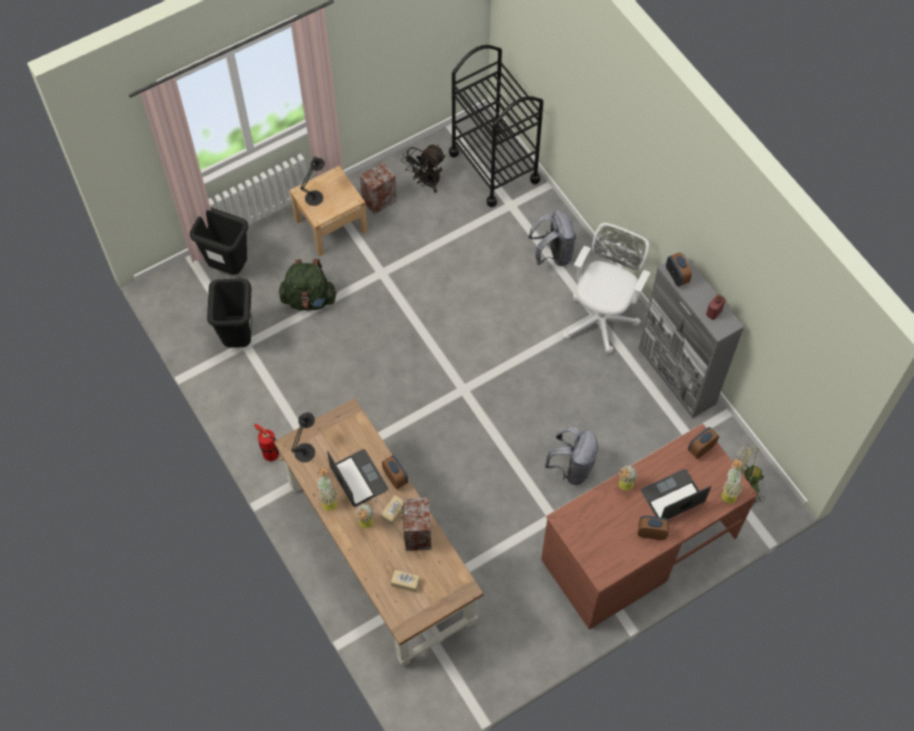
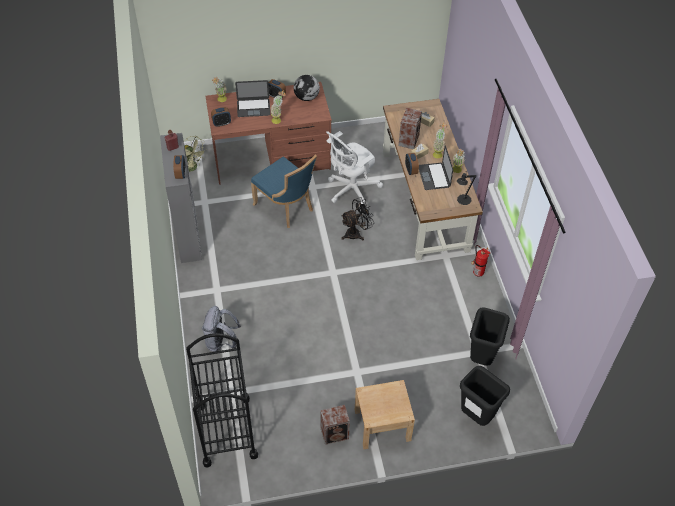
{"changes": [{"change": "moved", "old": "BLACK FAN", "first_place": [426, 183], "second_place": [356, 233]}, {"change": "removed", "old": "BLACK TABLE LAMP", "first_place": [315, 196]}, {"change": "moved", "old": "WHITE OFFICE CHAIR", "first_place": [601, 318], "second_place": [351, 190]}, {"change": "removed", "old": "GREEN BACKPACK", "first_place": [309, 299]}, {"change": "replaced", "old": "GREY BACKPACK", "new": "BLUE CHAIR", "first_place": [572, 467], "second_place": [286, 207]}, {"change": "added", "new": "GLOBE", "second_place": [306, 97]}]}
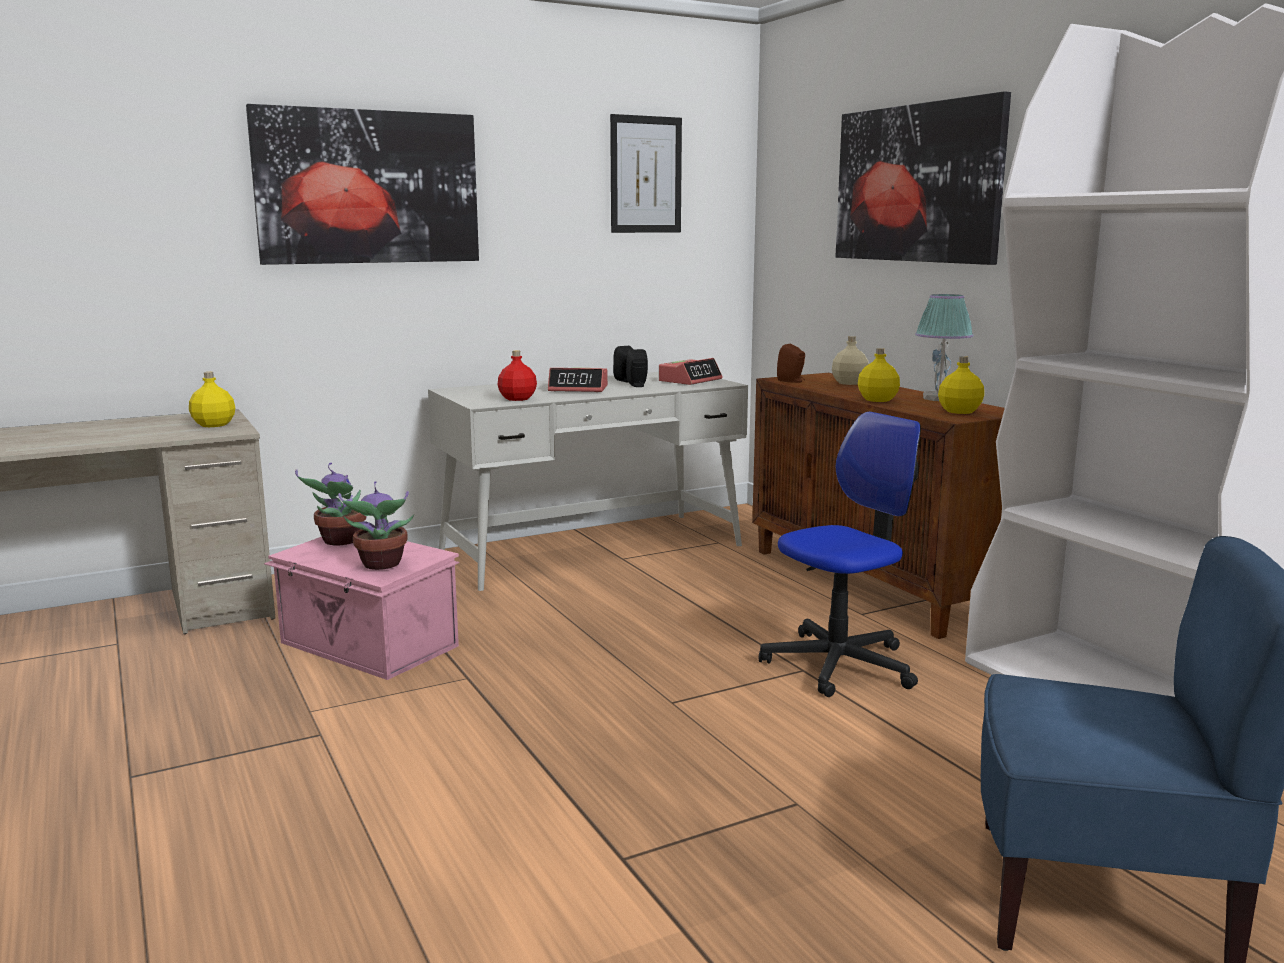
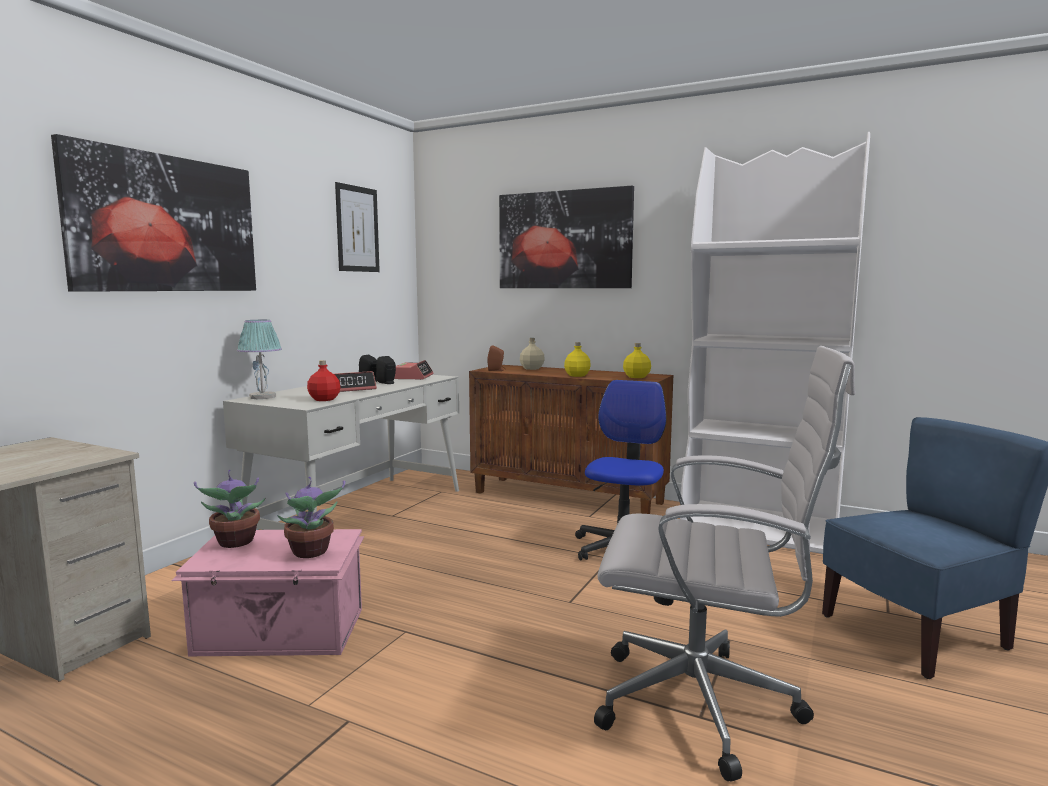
{"changes": [{"change": "moved", "old": "TABLE LAMP", "first_place": [939, 398], "second_place": [262, 397]}, {"change": "removed", "old": "YELLOW BOTTLE", "first_place": [214, 425]}, {"change": "added", "new": "WHITE OFFICE CHAIR", "second_place": [706, 706]}]}
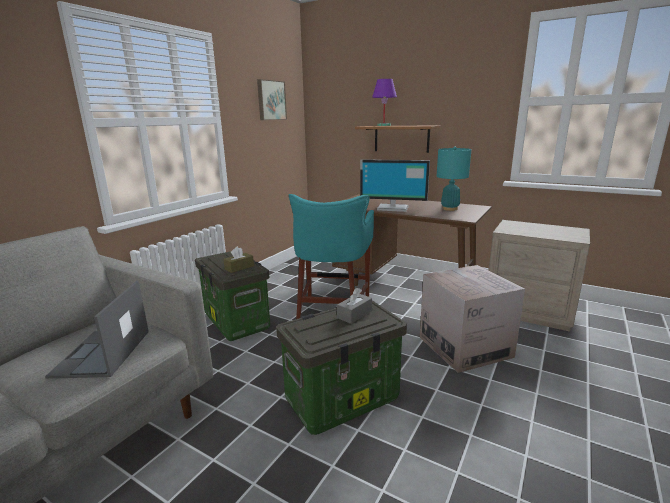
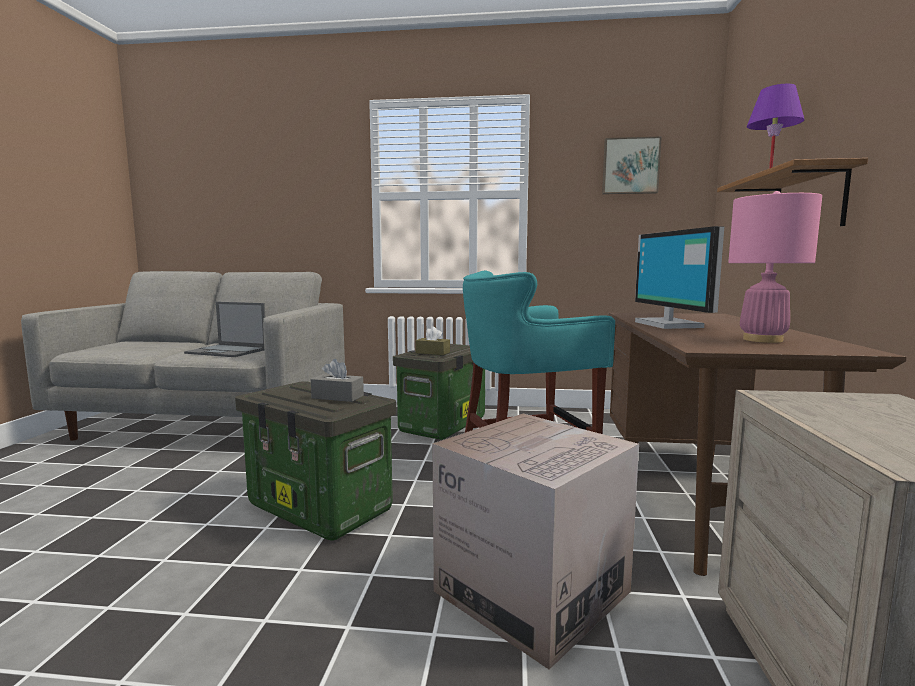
{"changes": [{"change": "recoloured", "old": "TURQUOISE TABLE LAMP", "new": "PINK TABLE LAMP", "first_place": [449, 209], "second_place": [762, 340]}, {"change": "turned", "old": "LAPTOP", "first_place": [102, 354], "second_place": [228, 351], "degrees": -135}]}
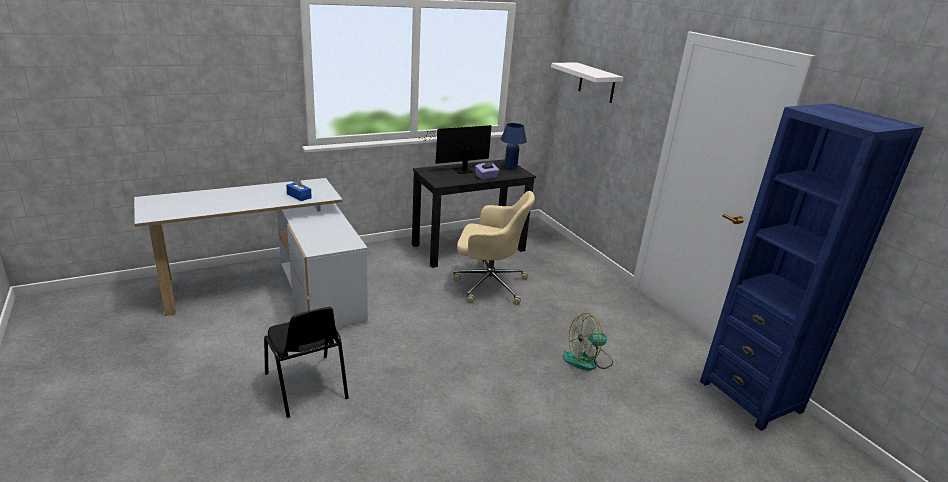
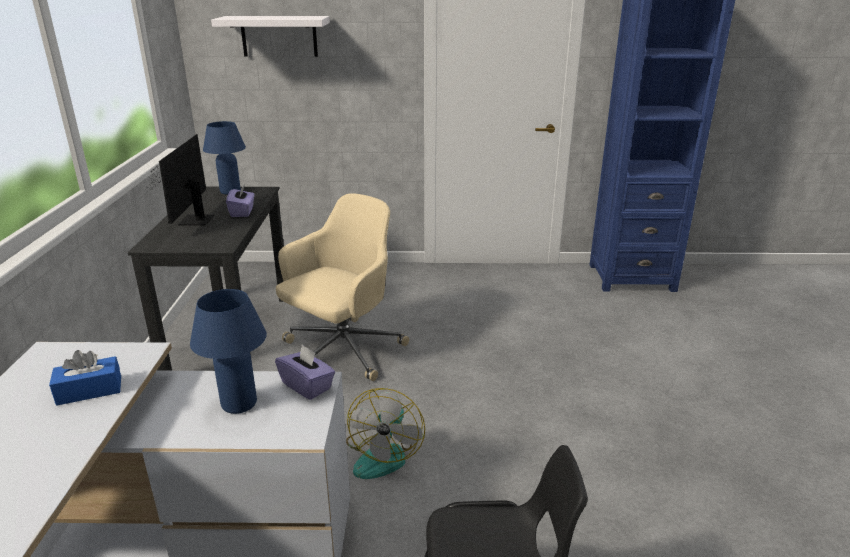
{"changes": [{"change": "moved", "old": "FAN", "first_place": [588, 360], "second_place": [384, 454]}, {"change": "added", "new": "BLUE TABLE LAMP", "second_place": [239, 404]}, {"change": "added", "new": "PURPLE TISSUE BOX", "second_place": [307, 386]}]}
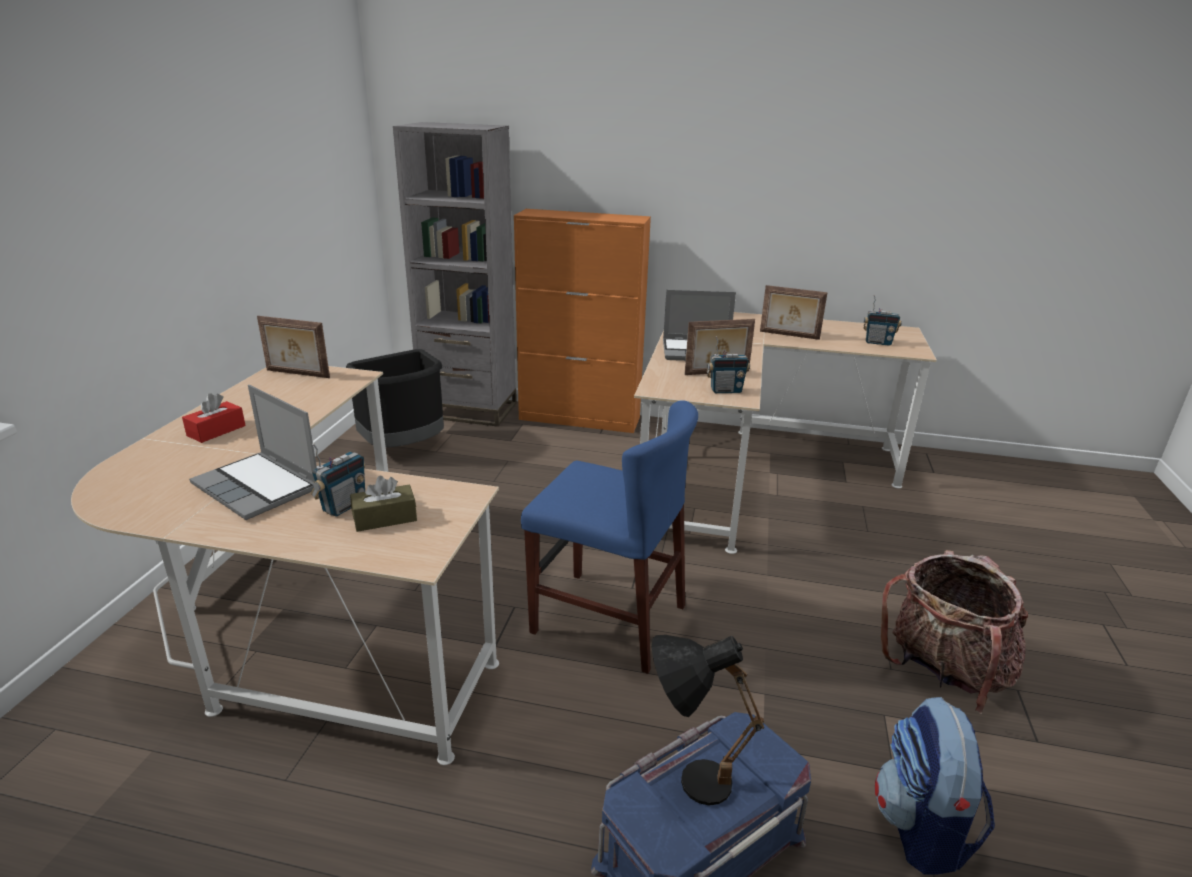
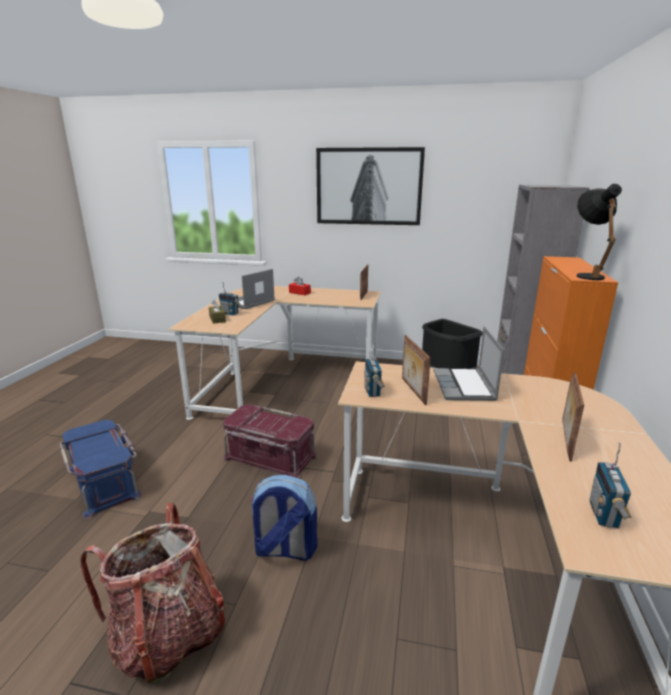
{"changes": [{"change": "replaced", "old": "BLUE CHAIR", "new": "RED STORAGE BOX", "first_place": [608, 619], "second_place": [269, 457]}, {"change": "moved", "old": "BLACK TABLE LAMP", "first_place": [686, 778], "second_place": [587, 275]}, {"change": "moved", "old": "BACKPACK", "first_place": [921, 828], "second_place": [284, 550]}, {"change": "added", "new": "PICTURE", "second_place": [369, 186]}]}
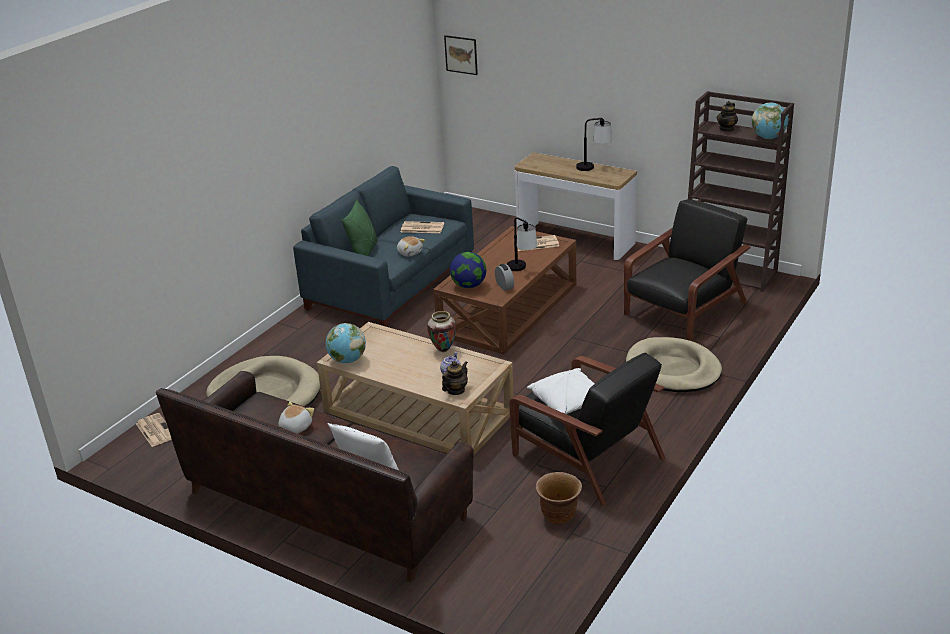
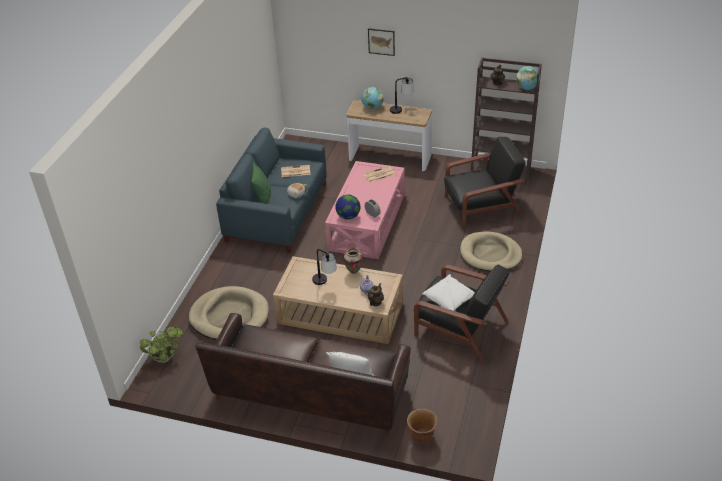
{"changes": [{"change": "moved", "old": "PICTURE", "first_place": [461, 54], "second_place": [381, 41]}, {"change": "turned", "old": "BLACK ARMCHAIR", "first_place": [684, 310], "second_place": [481, 206], "degrees": 45}, {"change": "moved", "old": "TABLE LAMP", "first_place": [522, 270], "second_place": [325, 283]}, {"change": "recoloured", "old": "BROWN COFFEE TABLE", "new": "PINK COFFEE TABLE", "first_place": [508, 309], "second_place": [366, 222]}, {"change": "moved", "old": "GLOBE", "first_place": [347, 360], "second_place": [372, 107]}, {"change": "removed", "old": "PLUSH TOY", "first_place": [295, 427]}, {"change": "replaced", "old": "NEWSPAPER", "new": "POTTED PLANT", "first_place": [155, 430], "second_place": [165, 357]}, {"change": "moved", "old": "BROWN PLANTER", "first_place": [558, 515], "second_place": [421, 436]}]}
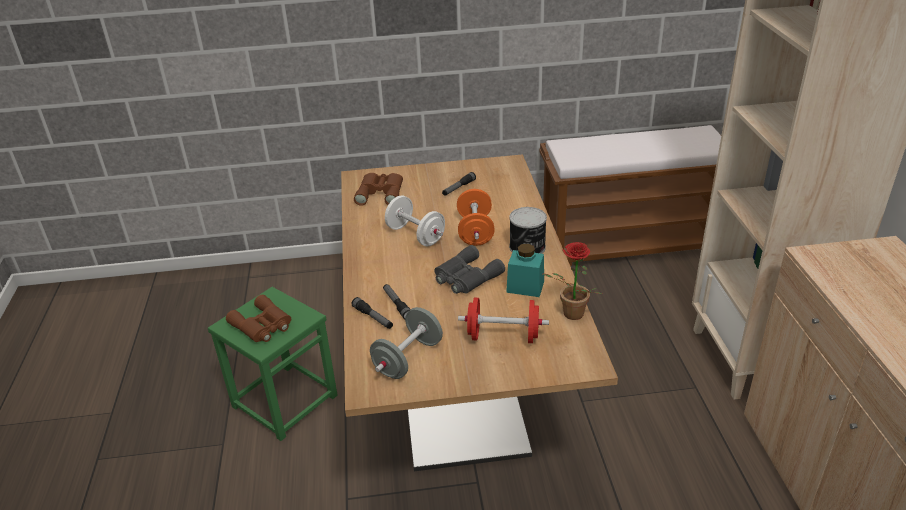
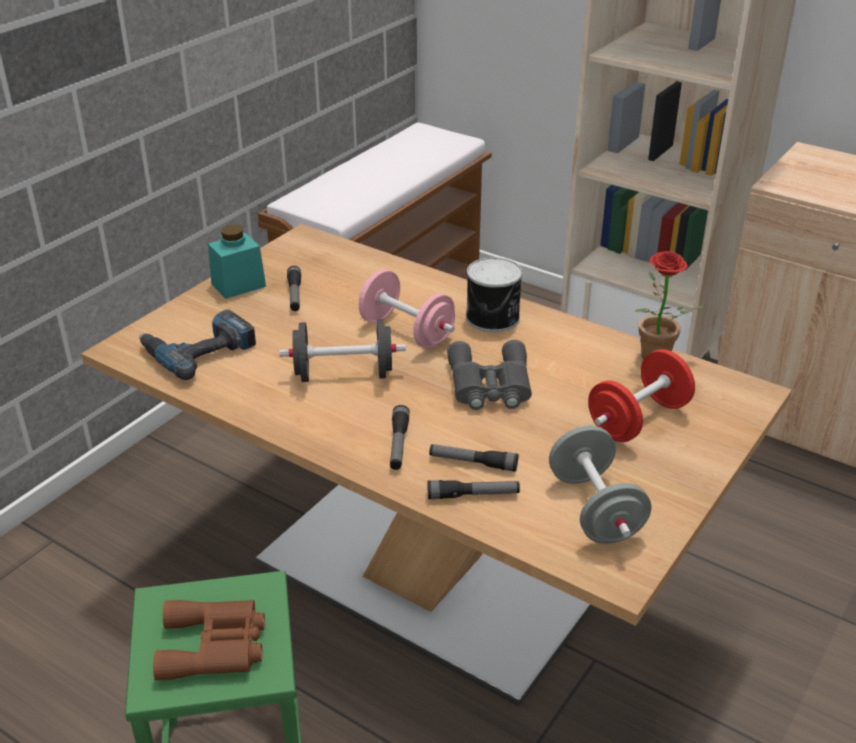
{"changes": [{"change": "replaced", "old": "BROWN BINOCULARS", "new": "POWER DRILL", "first_place": [381, 192], "second_place": [198, 350]}, {"change": "recoloured", "old": "ORANGE DUMBBELL", "new": "PINK DUMBBELL", "first_place": [475, 231], "second_place": [407, 332]}, {"change": "recoloured", "old": "WHITE DUMBBELL", "new": "BLACK DUMBBELL", "first_place": [415, 235], "second_place": [344, 374]}, {"change": "moved", "old": "TURQUOISE JAR", "first_place": [525, 286], "second_place": [238, 285]}, {"change": "added", "new": "FLASHLIGHT", "second_place": [398, 444]}]}
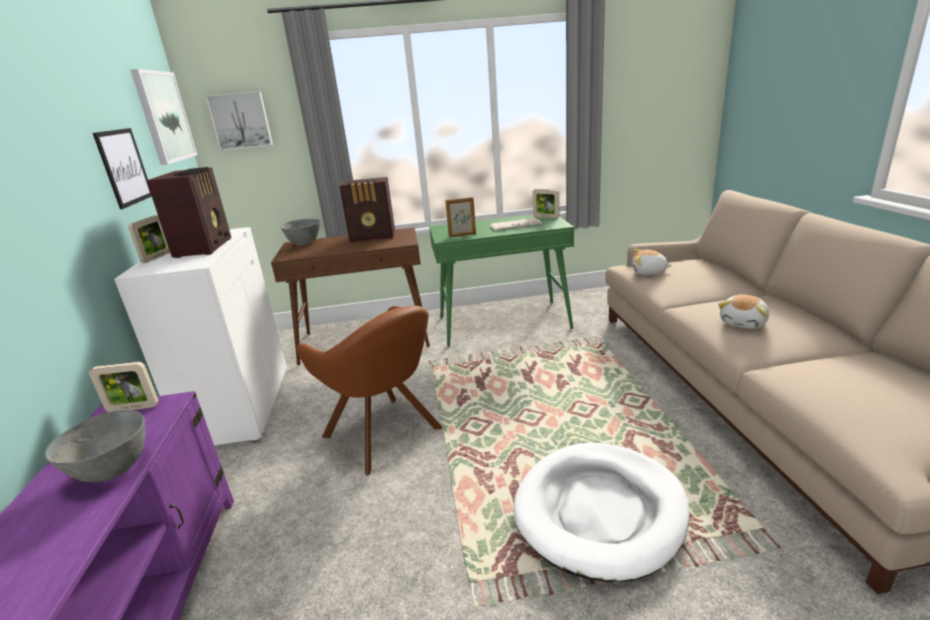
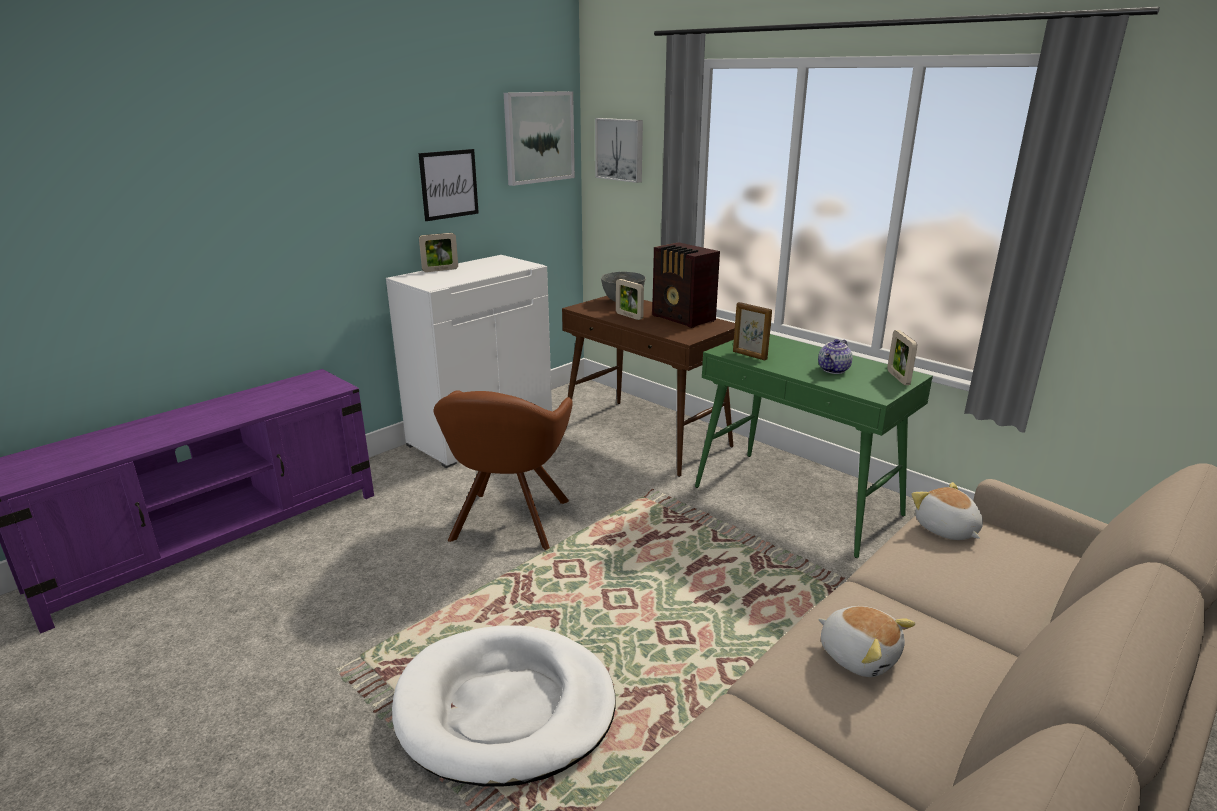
{"changes": [{"change": "removed", "old": "RADIO", "first_place": [205, 247]}, {"change": "replaced", "old": "NEWSPAPER", "new": "TEAPOT", "first_place": [515, 225], "second_place": [834, 370]}, {"change": "turned", "old": "PLUSH TOY", "first_place": [744, 323], "second_place": [859, 655], "degrees": -135}, {"change": "moved", "old": "PICTURE FRAME", "first_place": [133, 408], "second_place": [629, 316]}, {"change": "removed", "old": "GREY BOWL", "first_place": [113, 470]}]}
